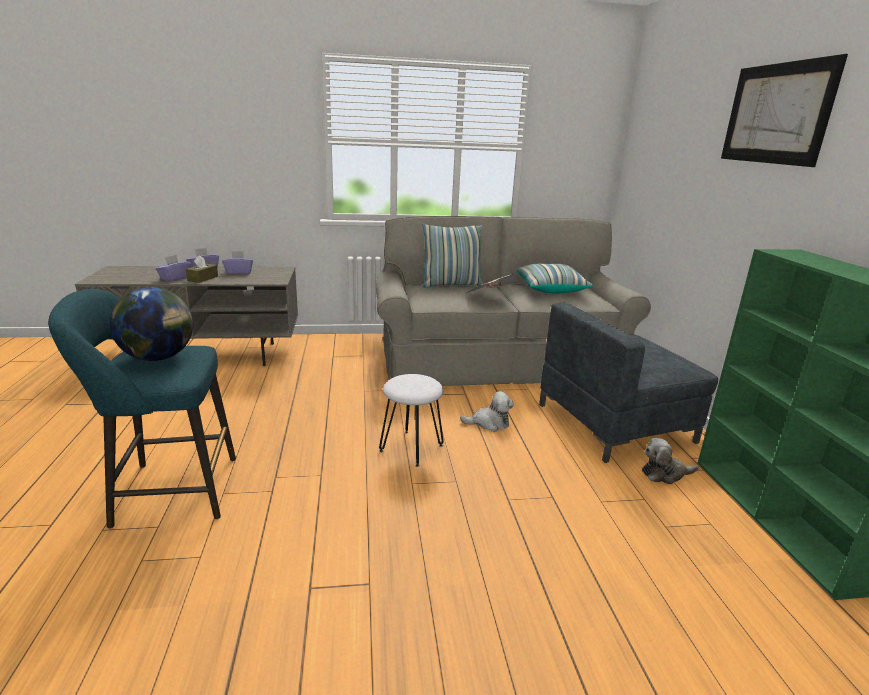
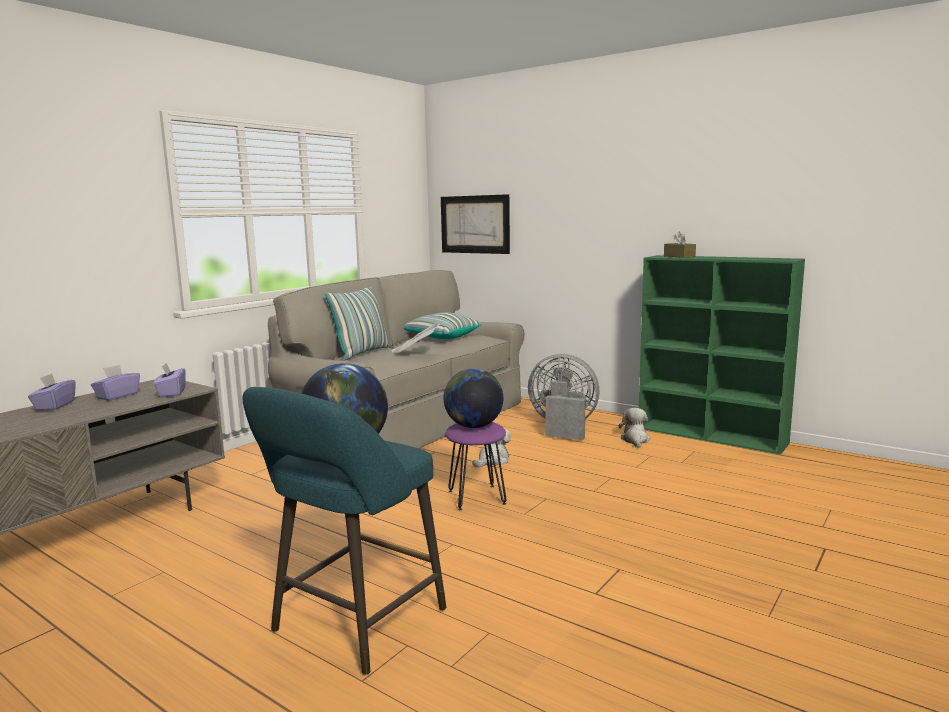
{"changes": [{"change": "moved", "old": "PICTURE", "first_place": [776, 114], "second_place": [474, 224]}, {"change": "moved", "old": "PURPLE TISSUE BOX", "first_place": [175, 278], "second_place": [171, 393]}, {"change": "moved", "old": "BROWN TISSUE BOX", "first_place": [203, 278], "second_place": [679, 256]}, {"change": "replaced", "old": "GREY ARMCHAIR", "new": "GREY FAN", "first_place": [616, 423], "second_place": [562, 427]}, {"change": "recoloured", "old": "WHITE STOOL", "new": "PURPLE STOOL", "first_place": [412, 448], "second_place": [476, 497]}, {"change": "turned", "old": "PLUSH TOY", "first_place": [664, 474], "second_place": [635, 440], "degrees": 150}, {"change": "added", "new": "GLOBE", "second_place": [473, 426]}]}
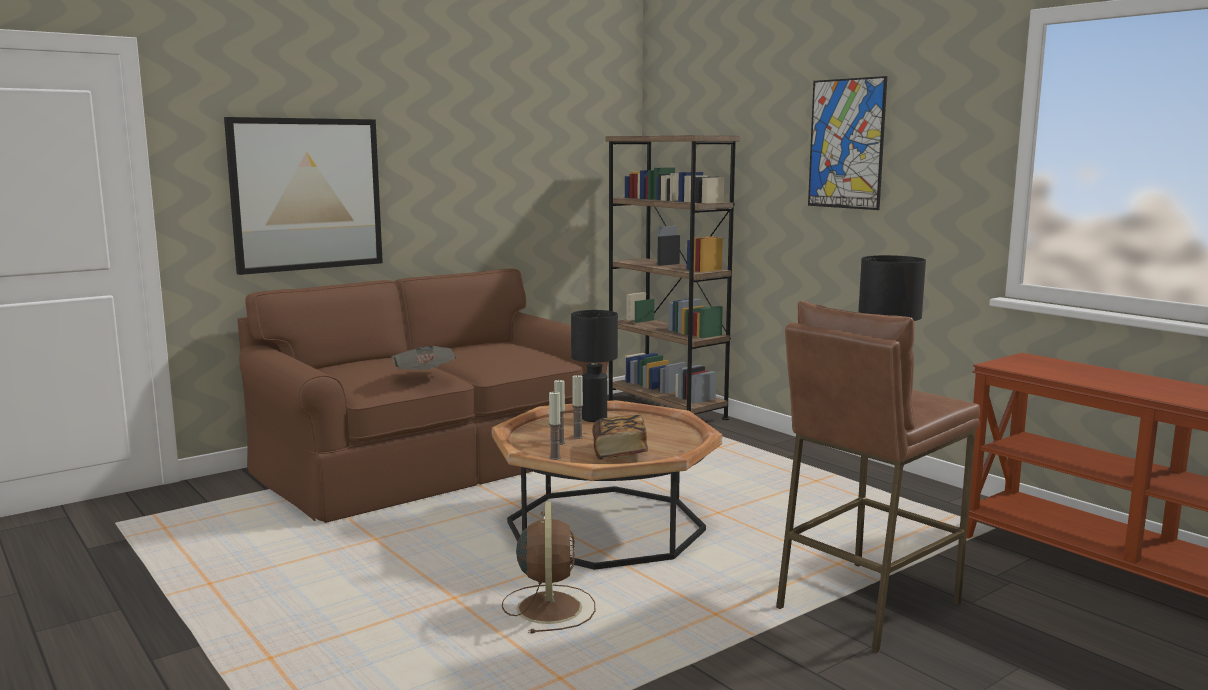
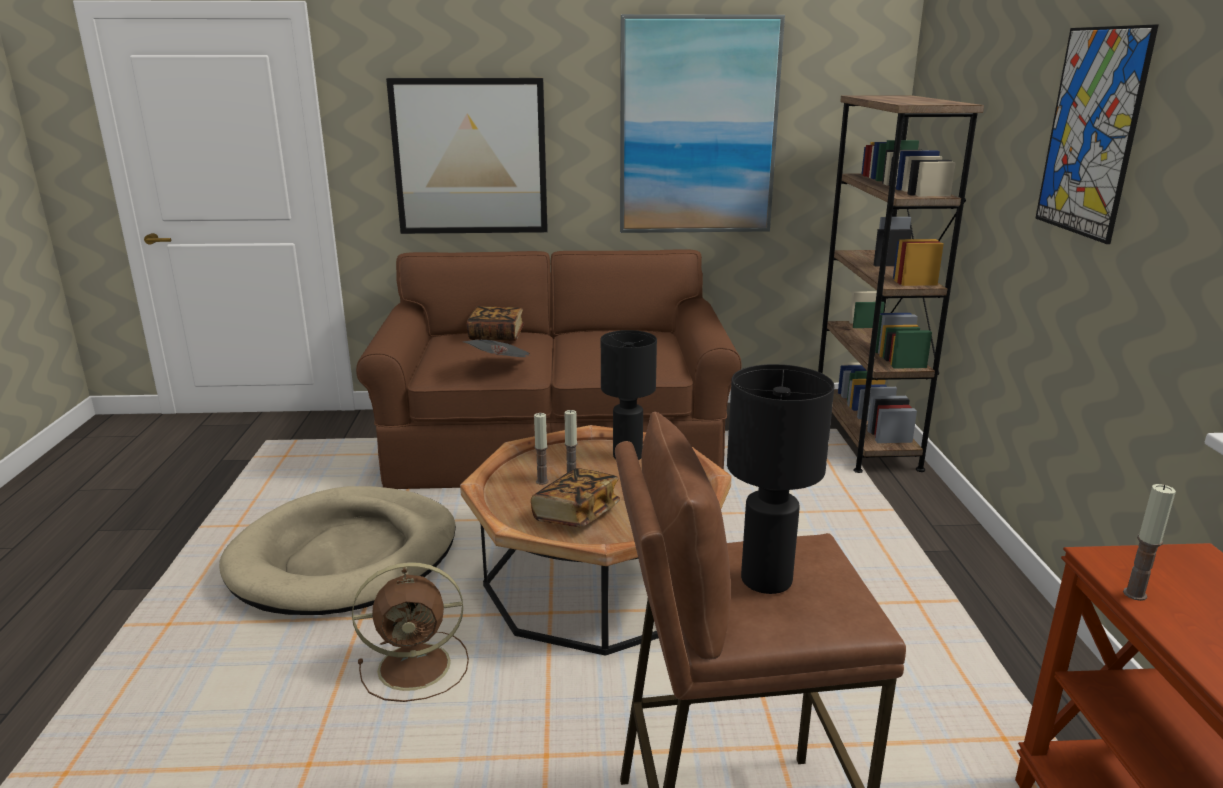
{"changes": [{"change": "moved", "old": "CANDLE", "first_place": [555, 457], "second_place": [1134, 594]}, {"change": "turned", "old": "BROWN FAN", "first_place": [549, 607], "second_place": [418, 666], "degrees": 45}, {"change": "added", "new": "PICTURE", "second_place": [698, 127]}, {"change": "added", "new": "BOOK", "second_place": [496, 336]}, {"change": "added", "new": "BEIGE DOG BED", "second_place": [345, 557]}]}
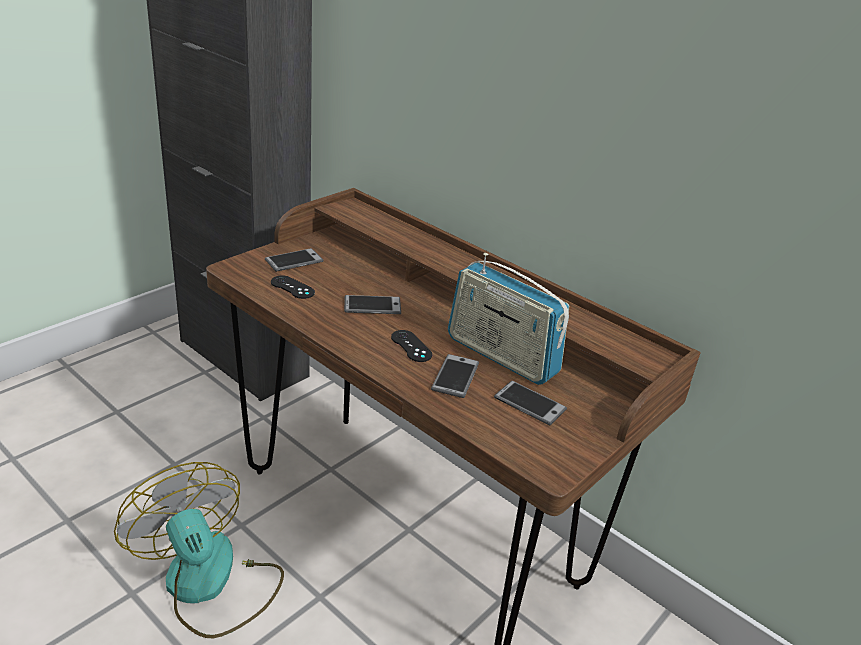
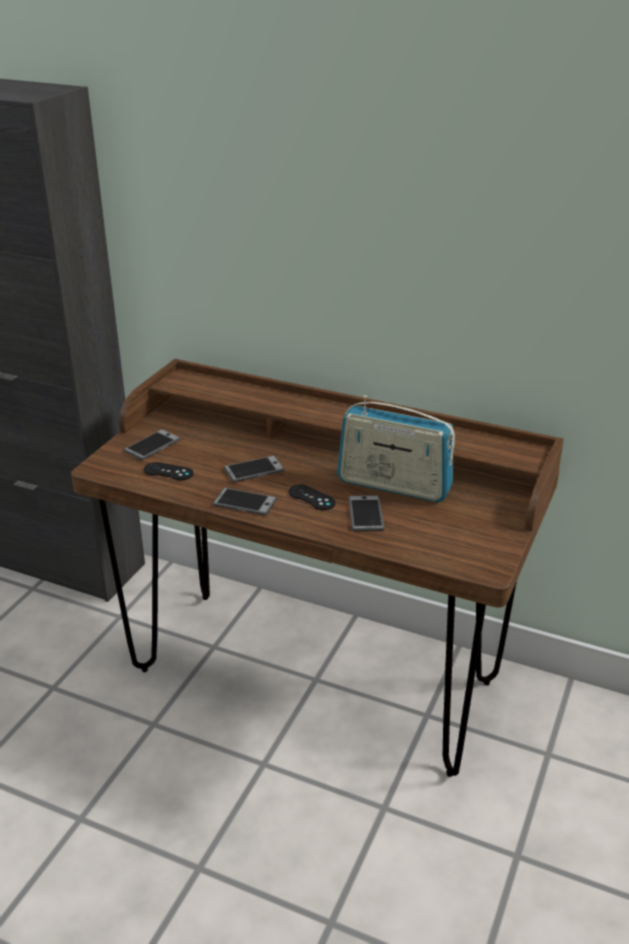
{"changes": [{"change": "moved", "old": "PHONE", "first_place": [529, 404], "second_place": [244, 503]}, {"change": "removed", "old": "FAN", "first_place": [209, 584]}]}
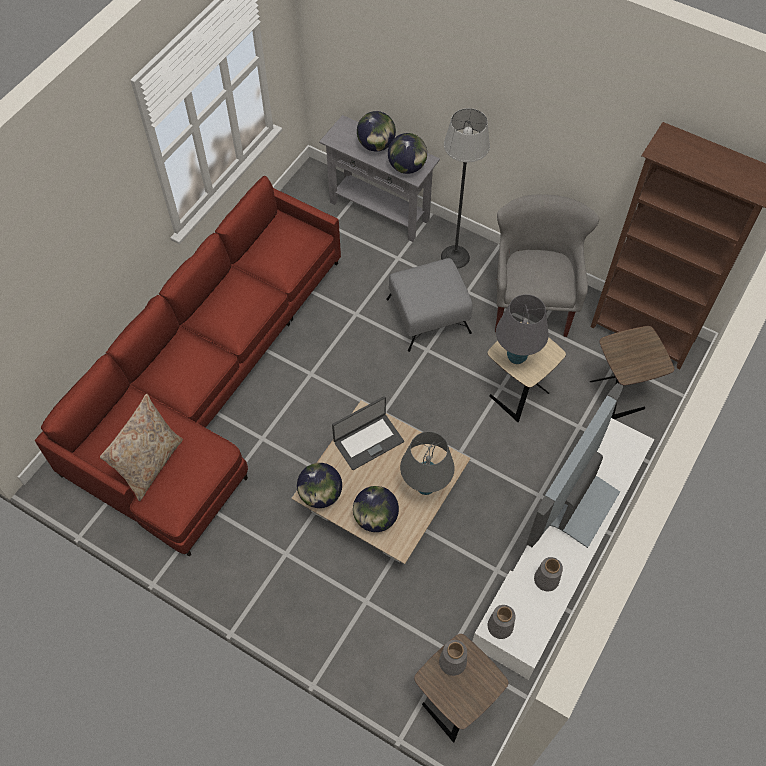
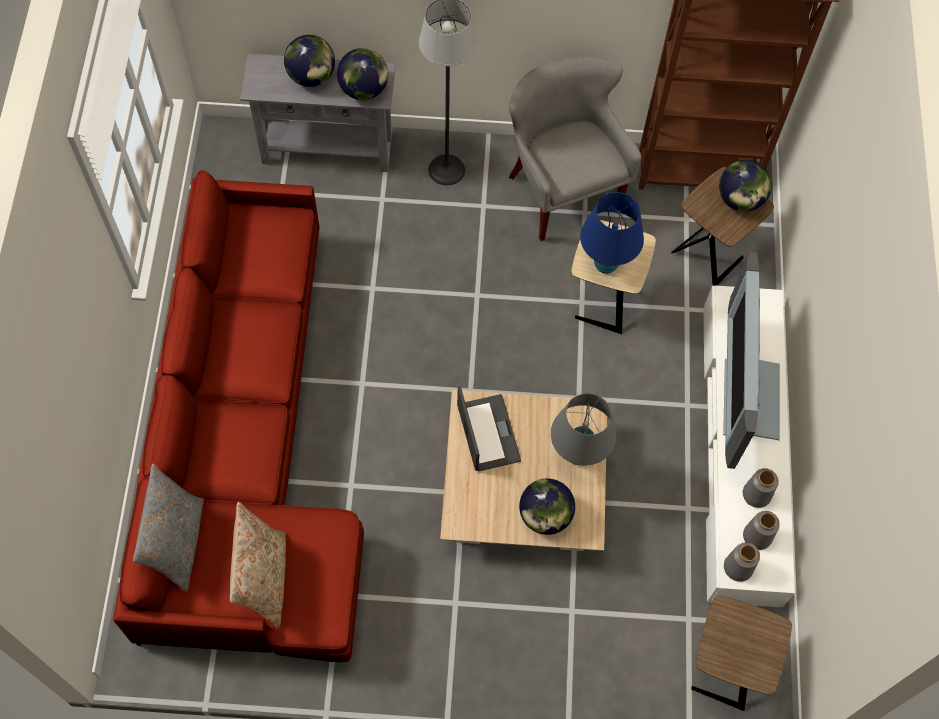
{"changes": [{"change": "removed", "old": "GREY OTTOMAN", "first_place": [427, 315]}, {"change": "recoloured", "old": "GREY TABLE LAMP", "new": "BLUE TABLE LAMP", "first_place": [516, 357], "second_place": [606, 264]}, {"change": "turned", "old": "LAPTOP", "first_place": [368, 441], "second_place": [487, 433], "degrees": -45}, {"change": "moved", "old": "GLOBE", "first_place": [320, 495], "second_place": [740, 200]}, {"change": "moved", "old": "GREY VASE", "first_place": [452, 662], "second_place": [757, 536]}, {"change": "added", "new": "GREY PILLOW", "second_place": [178, 543]}]}
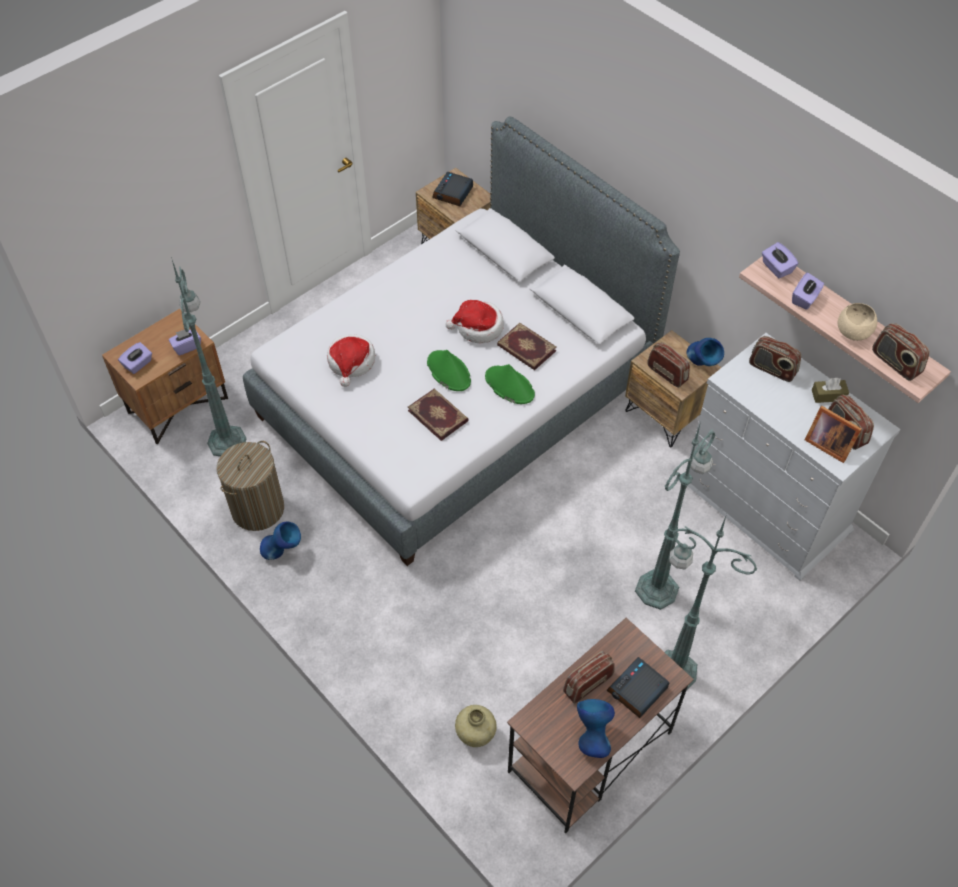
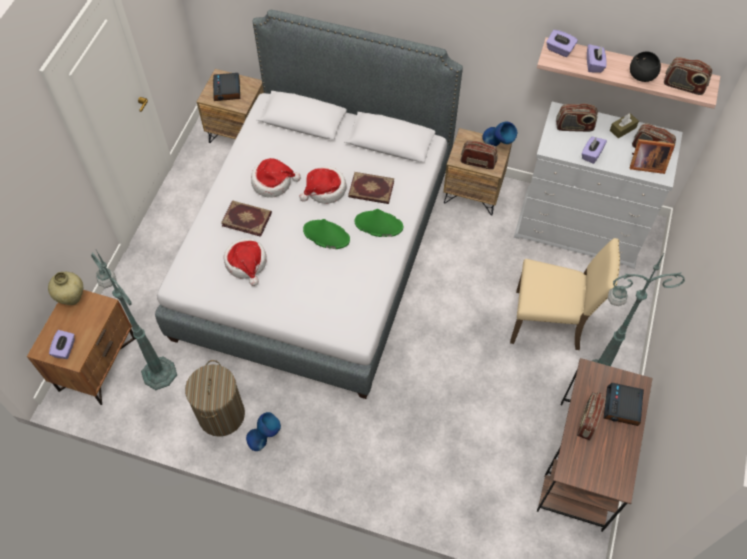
{"changes": [{"change": "recoloured", "old": "BEIGE BOWL", "new": "BLACK BOWL", "first_place": [852, 332], "second_place": [641, 75]}, {"change": "moved", "old": "PURPLE TISSUE BOX", "first_place": [187, 347], "second_place": [591, 154]}, {"change": "moved", "old": "BOOK", "first_place": [438, 415], "second_place": [247, 219]}, {"change": "replaced", "old": "GREEN FLOOR LAMP", "new": "BEIGE CHAIR", "first_place": [658, 588], "second_place": [549, 322]}, {"change": "removed", "old": "BLUE VASE", "first_place": [592, 737]}, {"change": "moved", "old": "BEIGE VASE", "first_place": [475, 735], "second_place": [72, 298]}, {"change": "added", "new": "HAT", "second_place": [273, 182]}]}
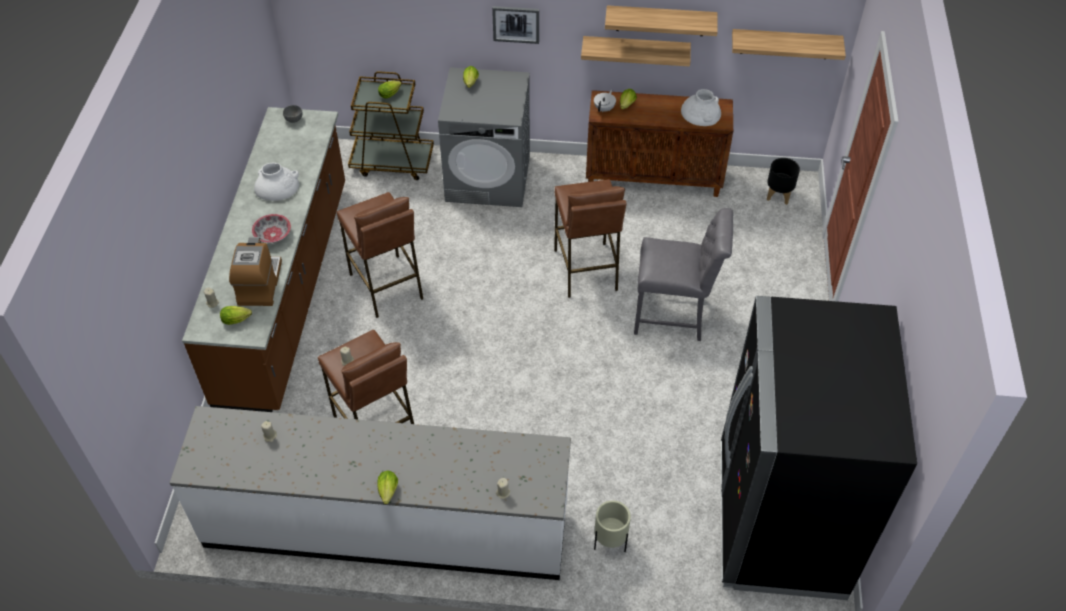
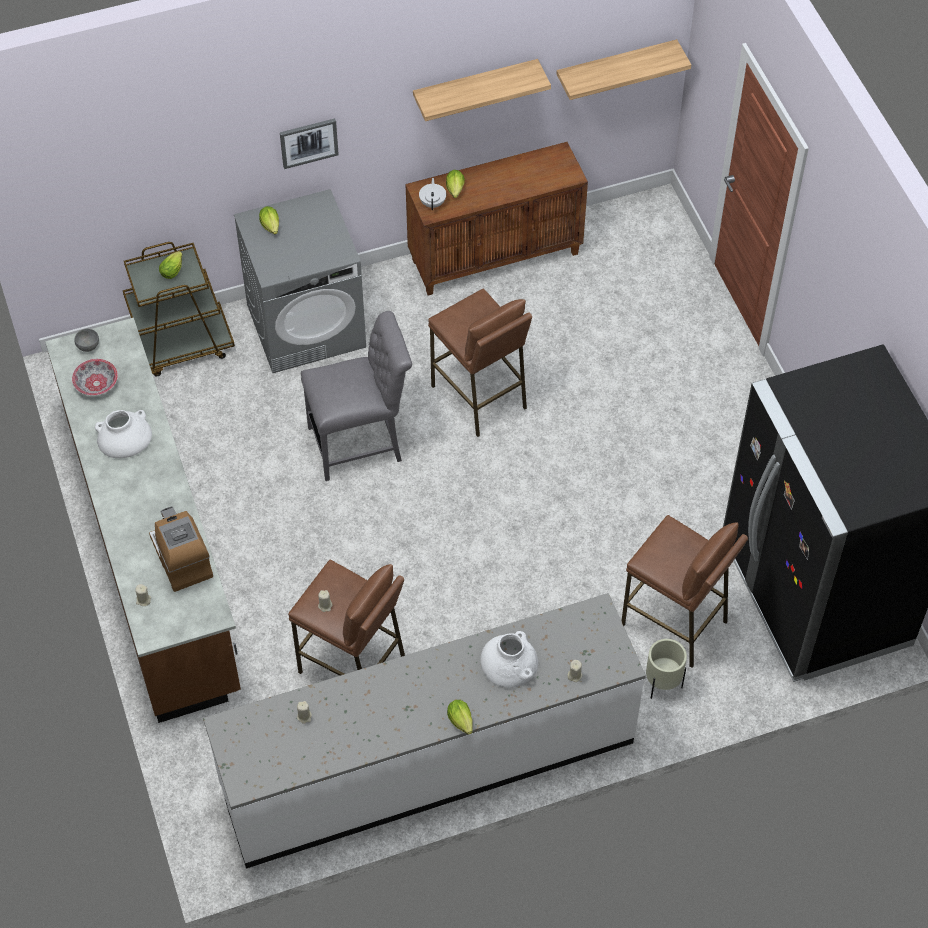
{"changes": [{"change": "removed", "old": "SHELF", "first_place": [635, 50]}, {"change": "moved", "old": "WHITE VASE", "first_place": [701, 113], "second_place": [509, 662]}, {"change": "removed", "old": "BLACK PLANTER", "first_place": [779, 195]}, {"change": "moved", "old": "BROWN STOOL", "first_place": [386, 286], "second_place": [674, 623]}, {"change": "moved", "old": "GREY CHAIR", "first_place": [674, 316], "second_place": [361, 443]}, {"change": "moved", "old": "BOWL", "first_place": [273, 235], "second_place": [96, 383]}, {"change": "removed", "old": "LETTUCE", "first_place": [238, 320]}]}
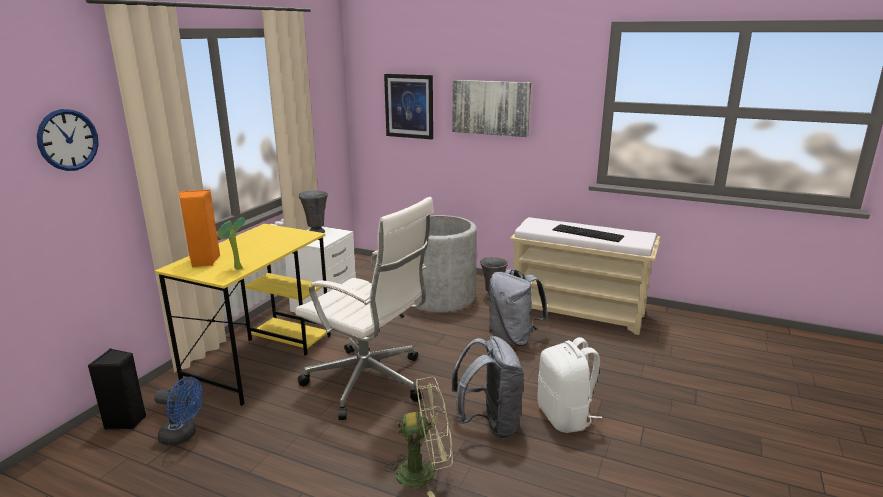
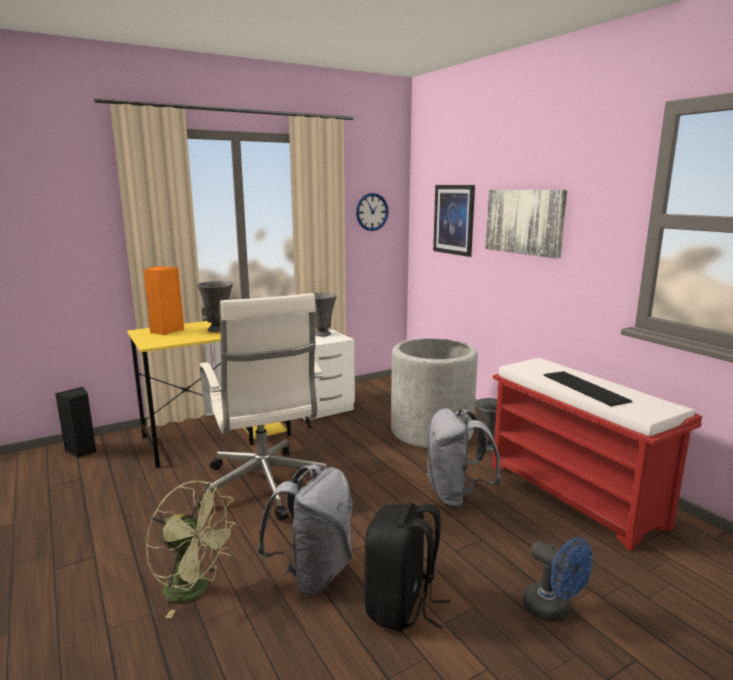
{"changes": [{"change": "moved", "old": "WALL CLOCK", "first_place": [68, 140], "second_place": [372, 212]}, {"change": "recoloured", "old": "BEIGE BENCH", "new": "RED BENCH", "first_place": [578, 312], "second_place": [575, 495]}, {"change": "removed", "old": "POTTED PLANT", "first_place": [236, 268]}, {"change": "recoloured", "old": "WHITE BACKPACK", "new": "BLACK BACKPACK", "first_place": [565, 417], "second_place": [401, 606]}, {"change": "moved", "old": "BLUE FAN", "first_place": [183, 436], "second_place": [553, 610]}, {"change": "added", "new": "GREY VASE", "second_place": [218, 330]}]}
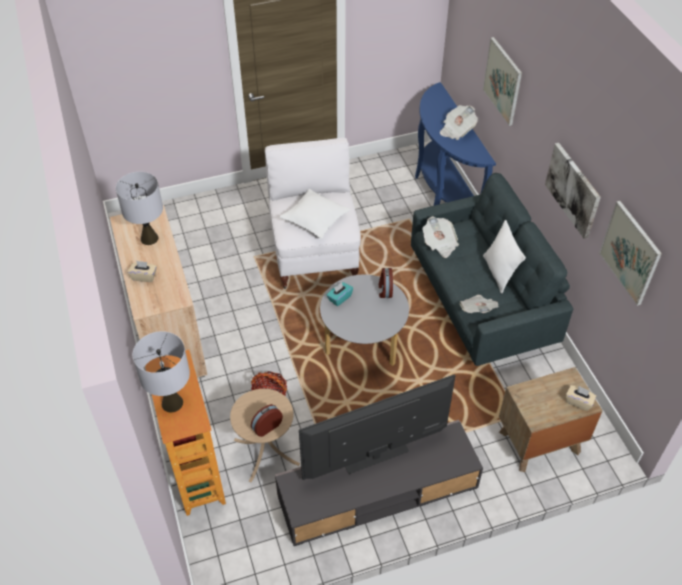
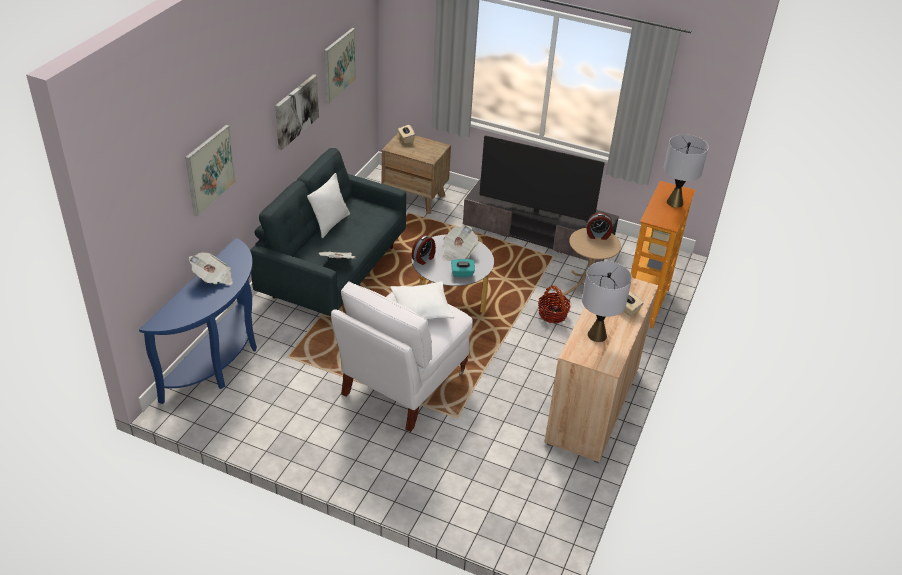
{"changes": [{"change": "moved", "old": "NEWSPAPER", "first_place": [477, 310], "second_place": [457, 252]}]}
